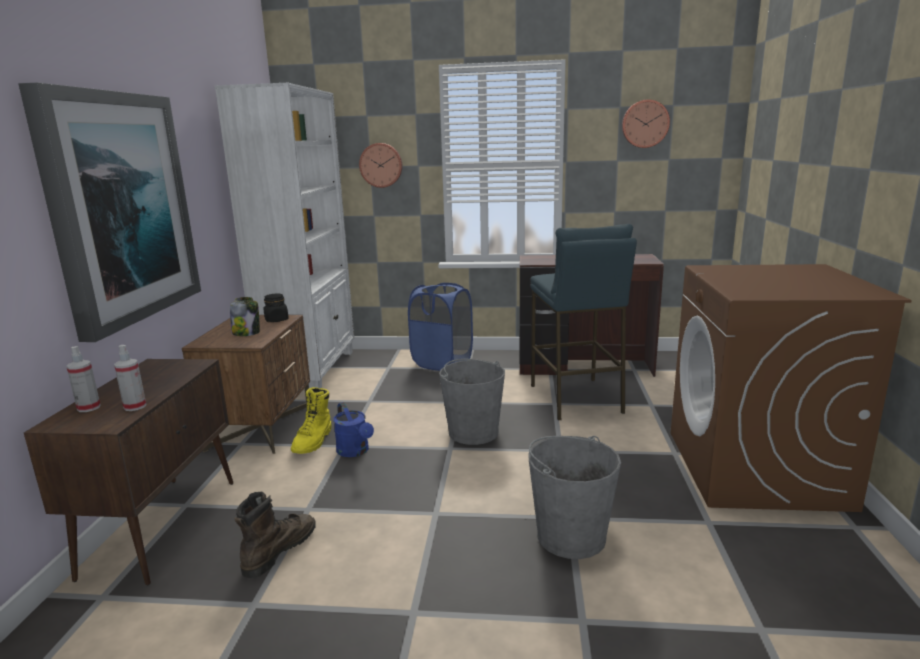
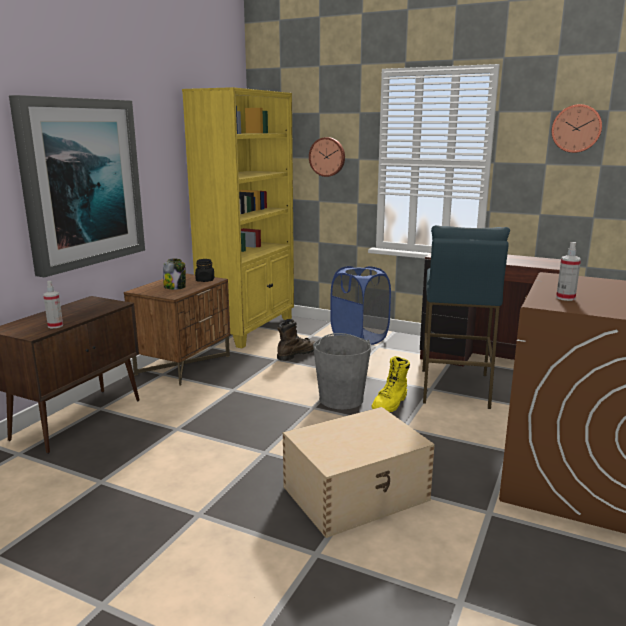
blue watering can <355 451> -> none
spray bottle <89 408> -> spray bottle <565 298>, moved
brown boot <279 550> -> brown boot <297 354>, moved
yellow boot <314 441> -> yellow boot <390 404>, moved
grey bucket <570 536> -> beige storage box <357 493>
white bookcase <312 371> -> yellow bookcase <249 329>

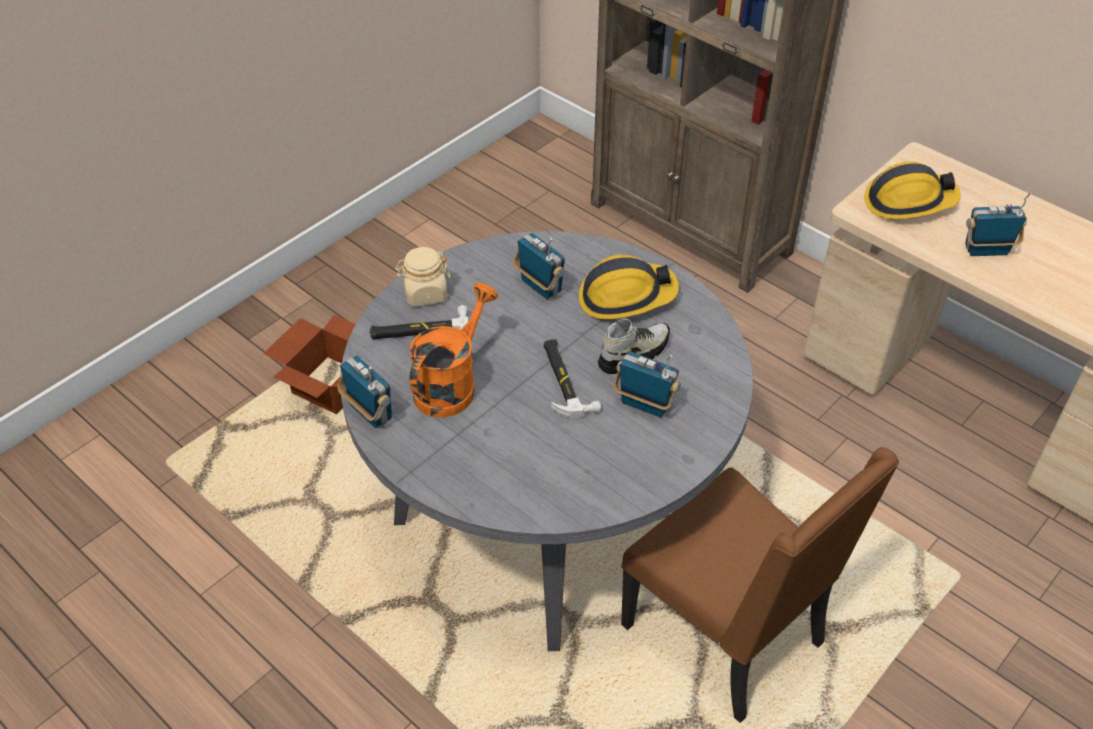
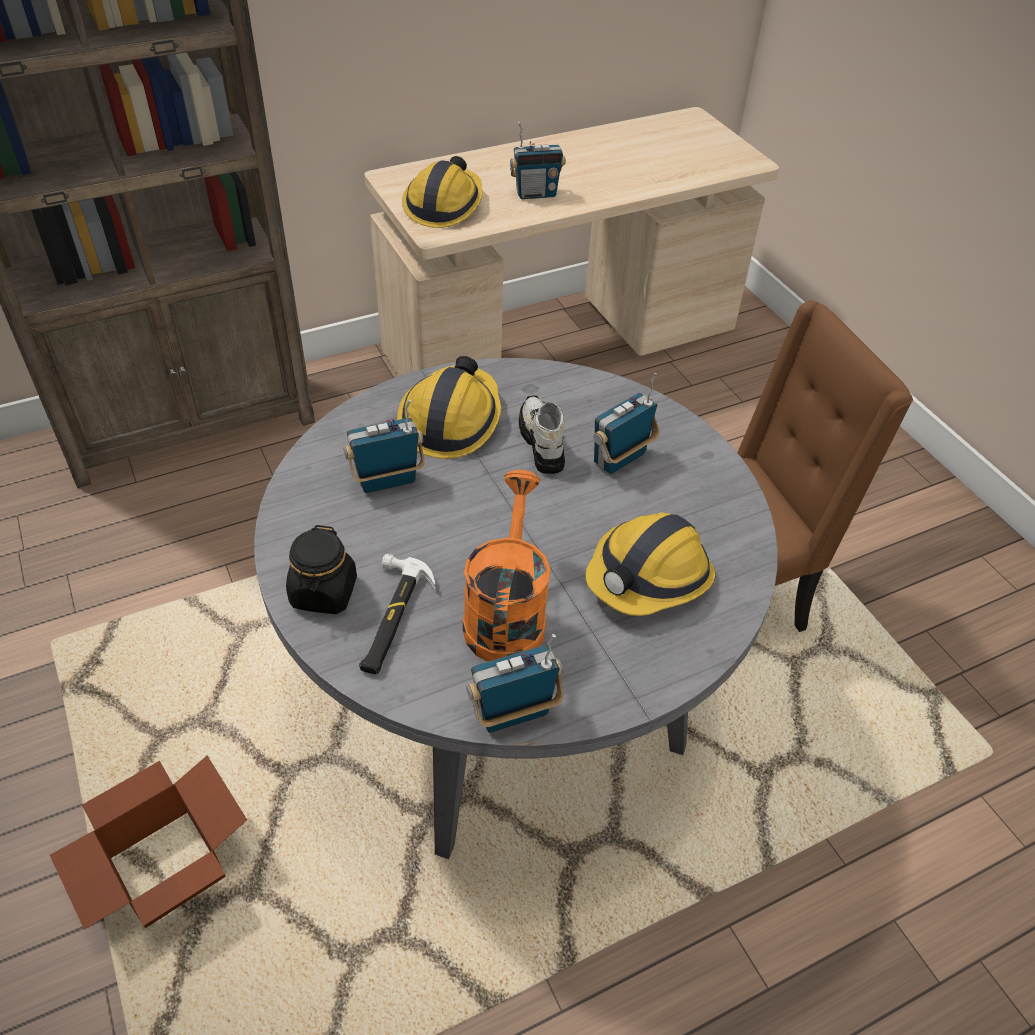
hammer <564 380> -> none
none -> hard hat <648 577>
beige jar <425 293> -> black jar <324 593>
orange watering can <451 384> -> orange watering can <505 613>, 45 degrees clockwise
radio <986 251> -> radio <536 194>, 120 degrees counterclockwise

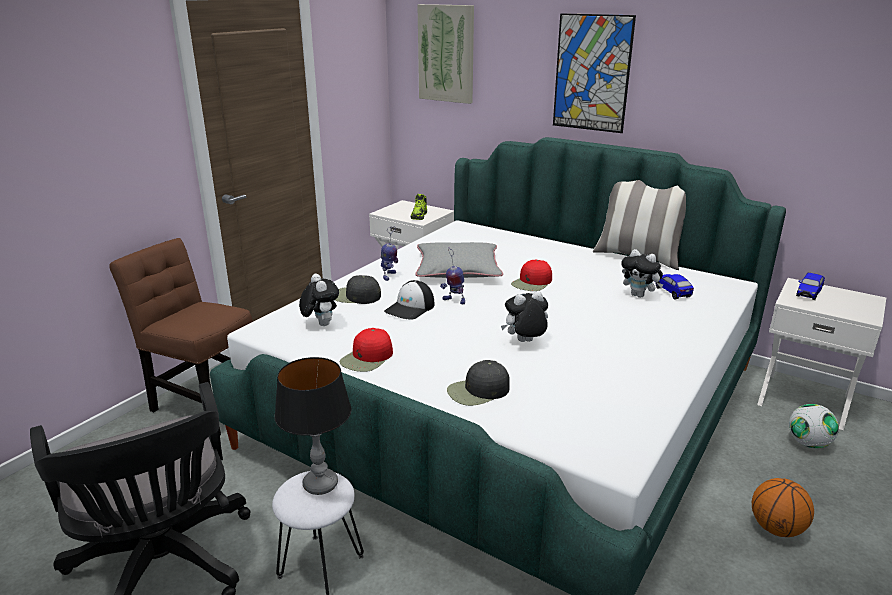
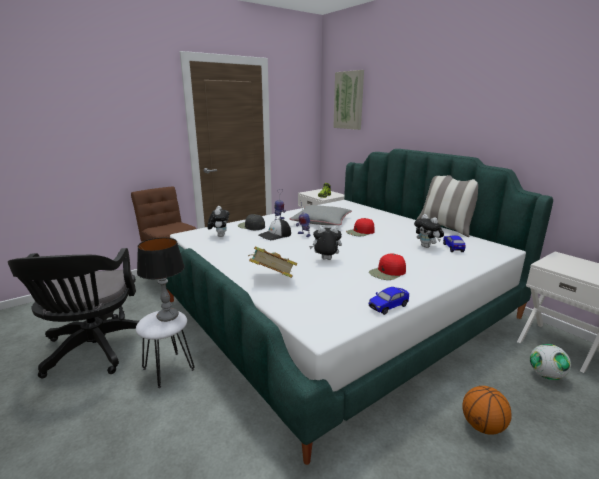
picture <592 73> -> none
red cap <367 358> -> red cap <387 272>, moved
toy car <808 293> -> toy car <388 306>, moved
black cap <478 391> -> book <272 279>

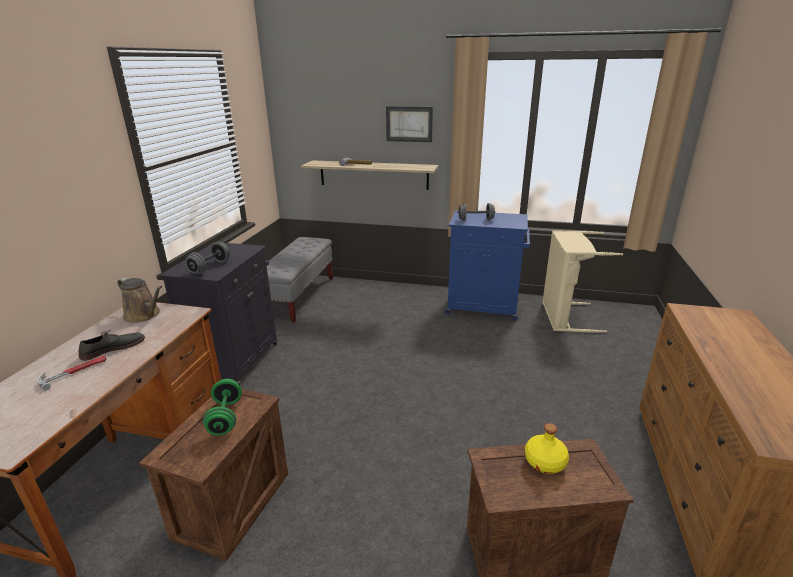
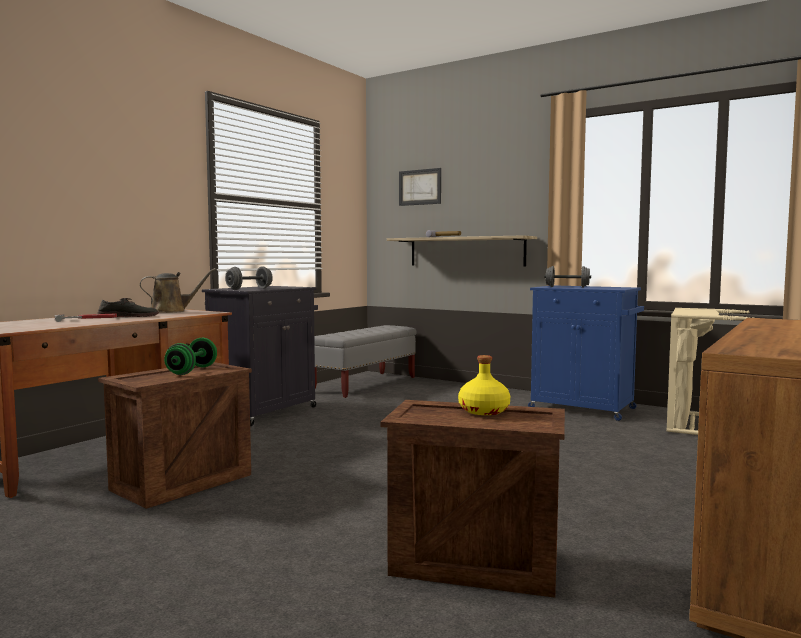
picture <409 124> -> picture <420 187>, moved
brown watering can <144 315> -> brown watering can <172 311>, 75 degrees counterclockwise

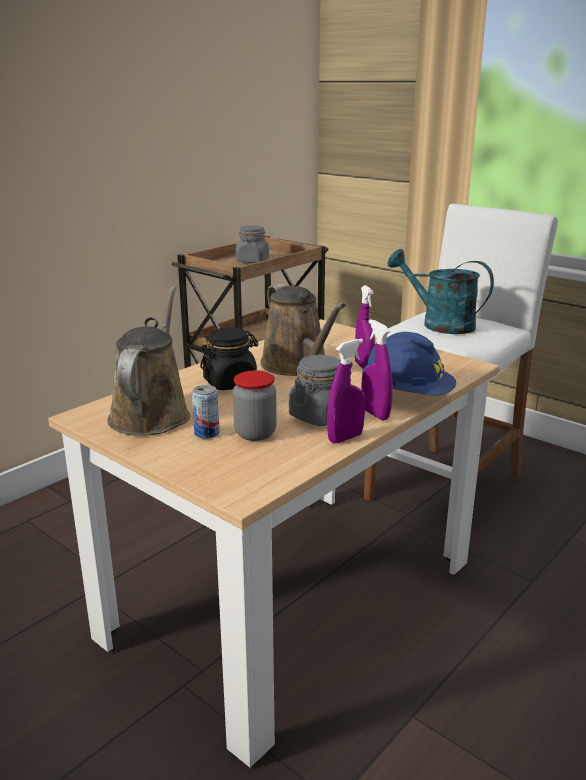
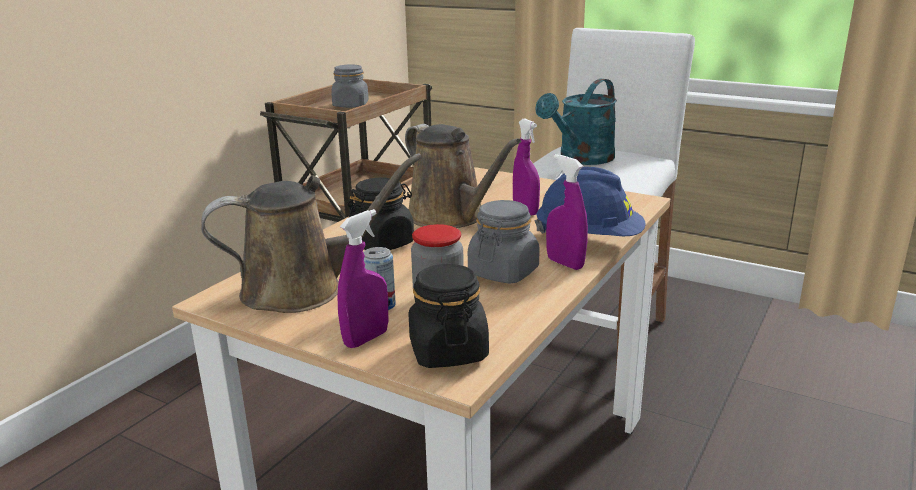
none -> black jar <448 351>
purple spray bottle <345 438> -> purple spray bottle <366 339>, moved
brown watering can <152 414> -> brown watering can <303 289>, 75 degrees clockwise
turquoise watering can <439 324> -> turquoise watering can <581 159>, 75 degrees counterclockwise

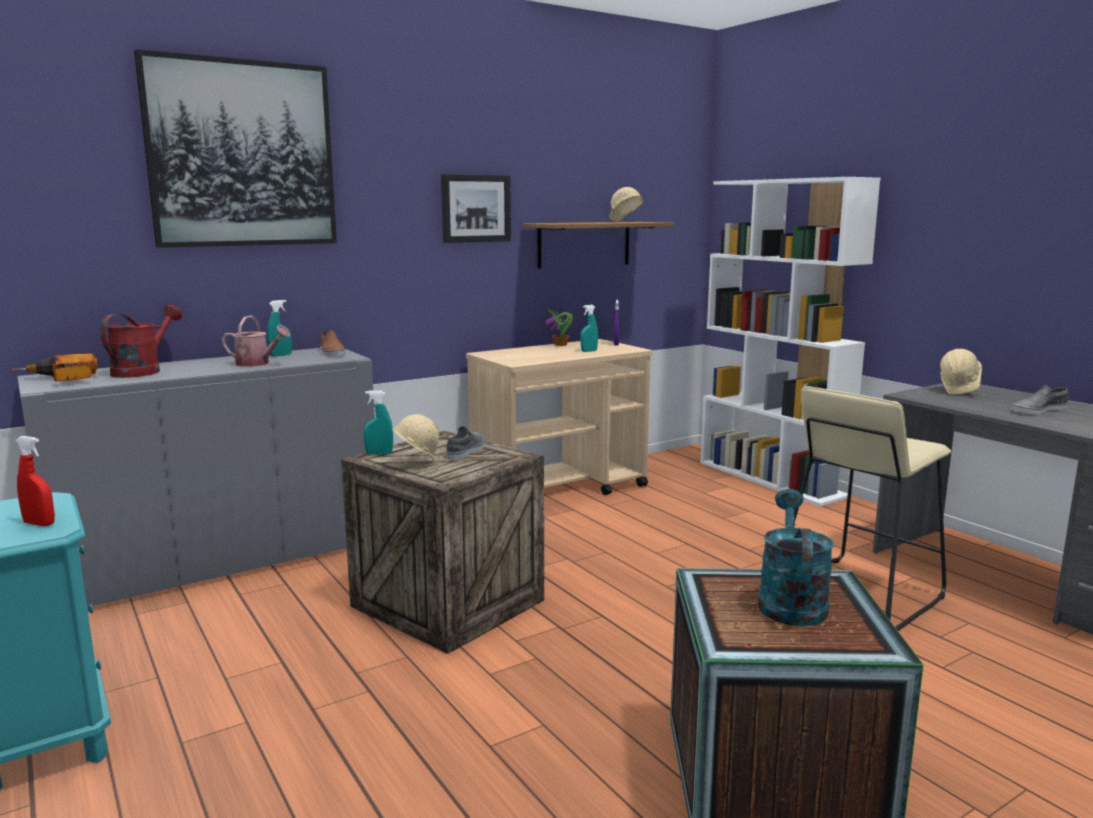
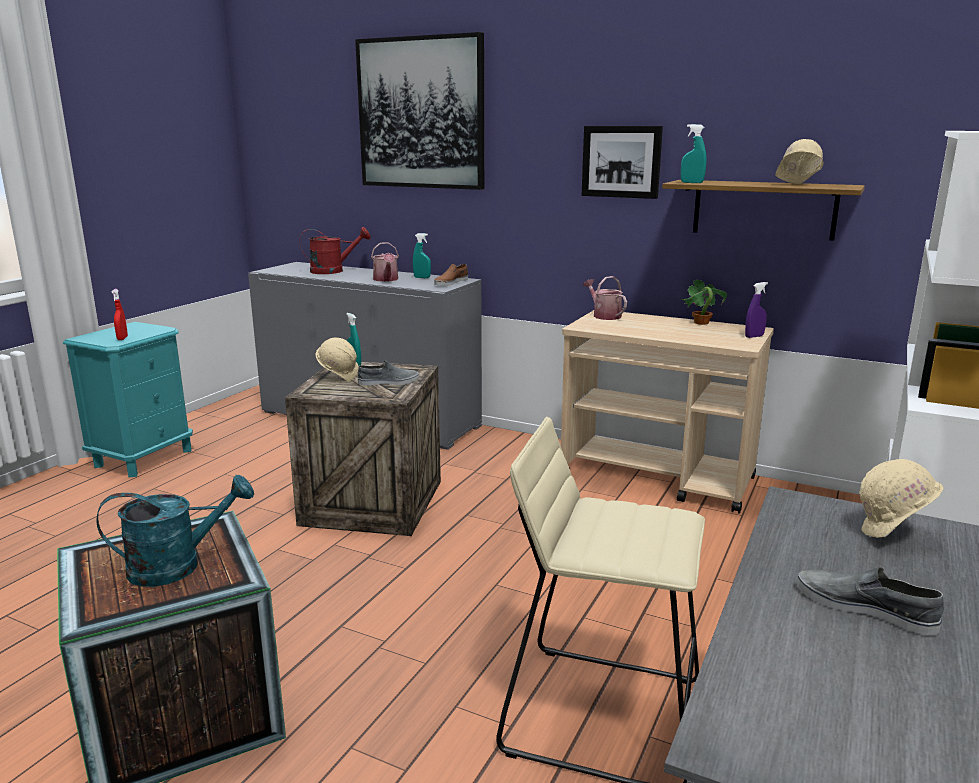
power drill <61 380> -> none
none -> watering can <604 315>
turquoise spray bottle <589 351> -> turquoise spray bottle <692 183>, moved

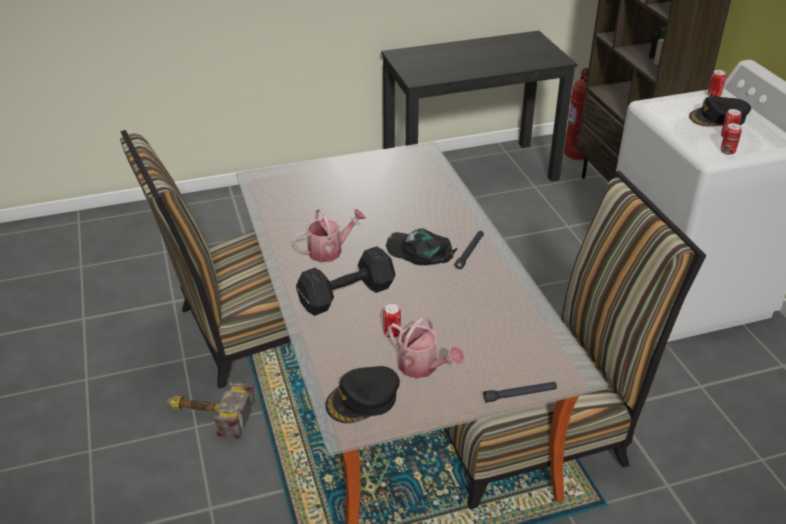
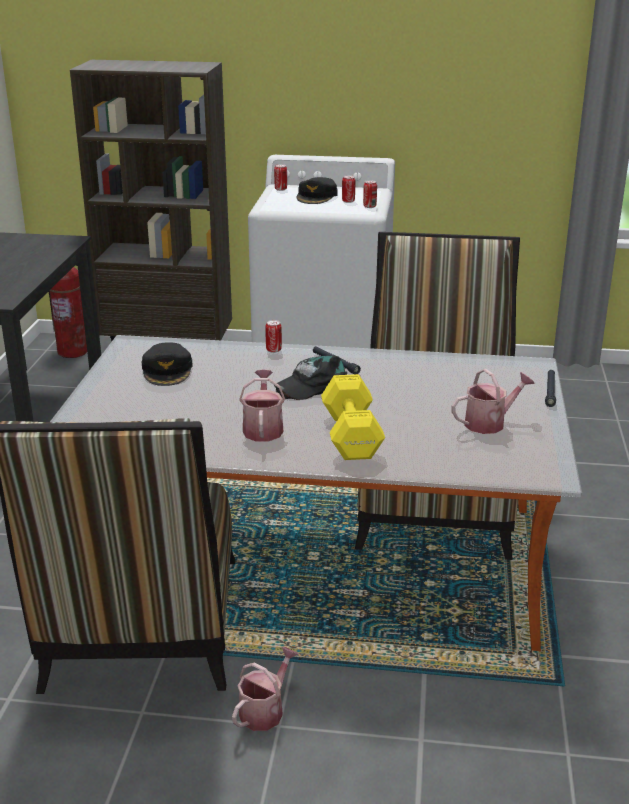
black cap <363 400> -> black cap <168 370>, moved
can <392 333> -> can <273 350>, moved
hammer <207 414> -> watering can <265 710>
black dumbbell <344 295> -> yellow dumbbell <350 436>

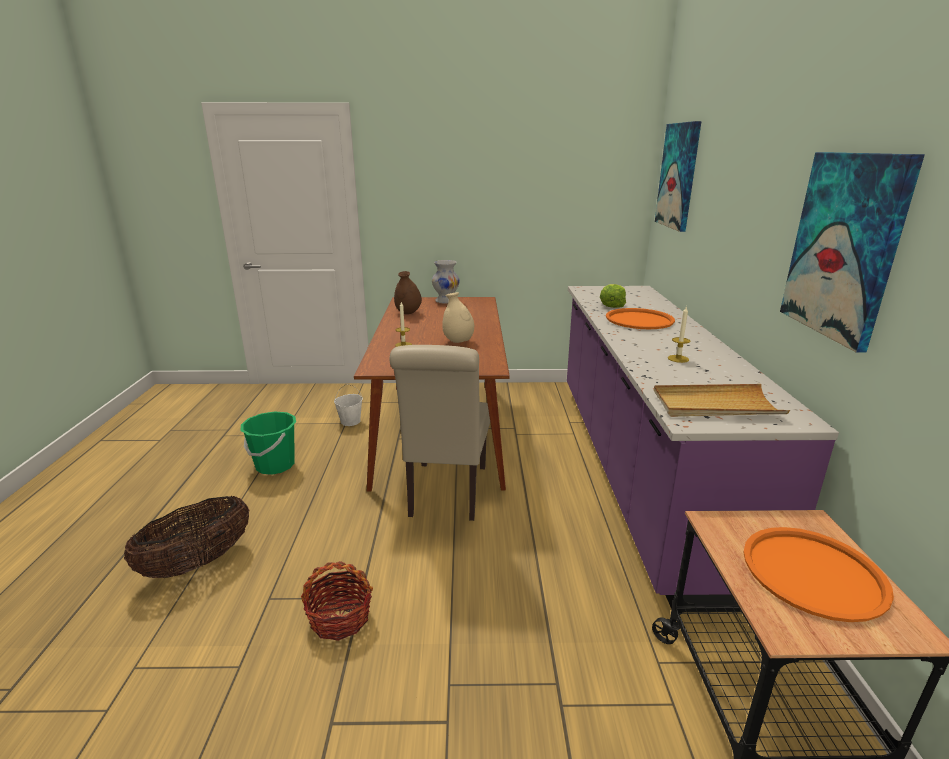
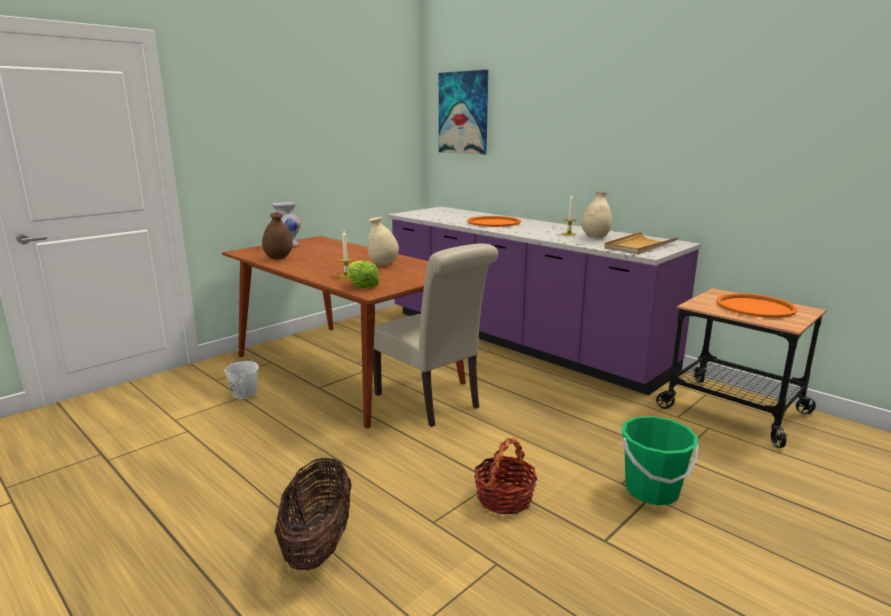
picture <844 246> -> none
none -> beige vase <595 237>
green bucket <275 465> -> green bucket <651 491>, moved
lettuce <612 305> -> lettuce <361 286>, moved

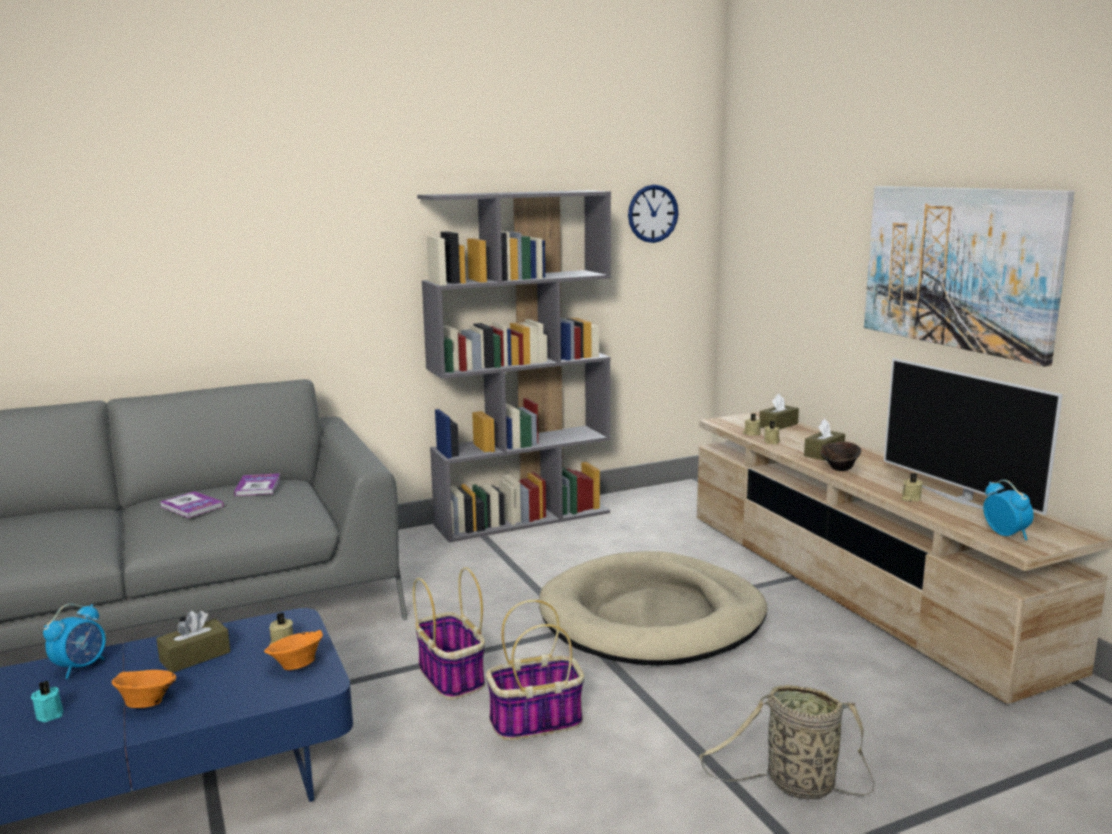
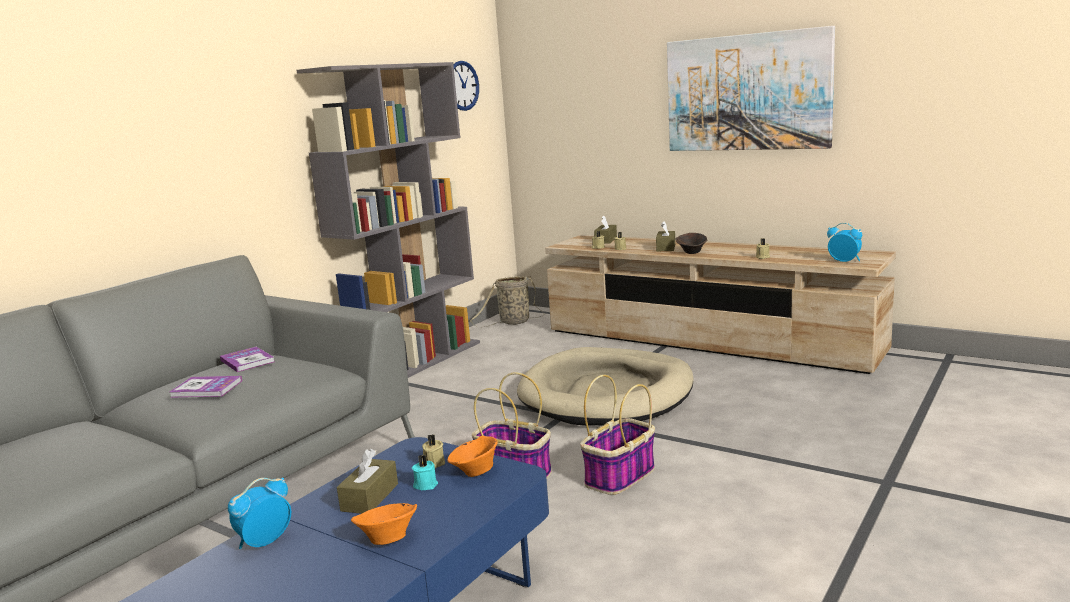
television <962 500> -> none
turquoise candle <50 714> -> turquoise candle <425 484>, moved
basket <795 785> -> basket <512 322>, moved
alarm clock <81 667> -> alarm clock <264 542>, 135 degrees counterclockwise

